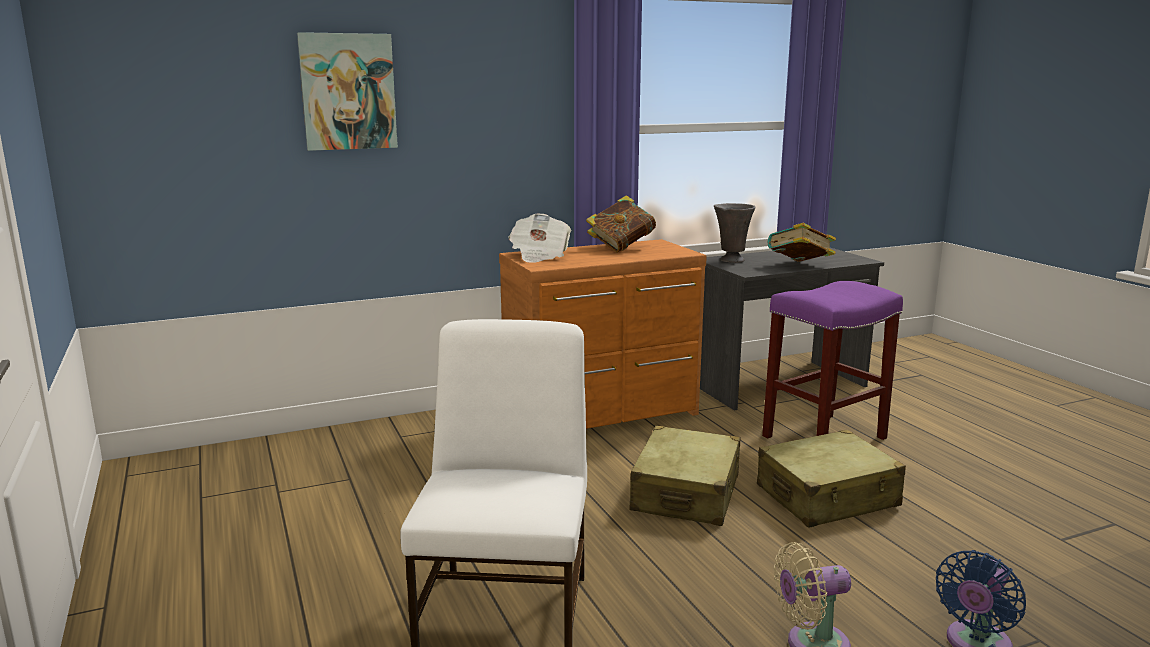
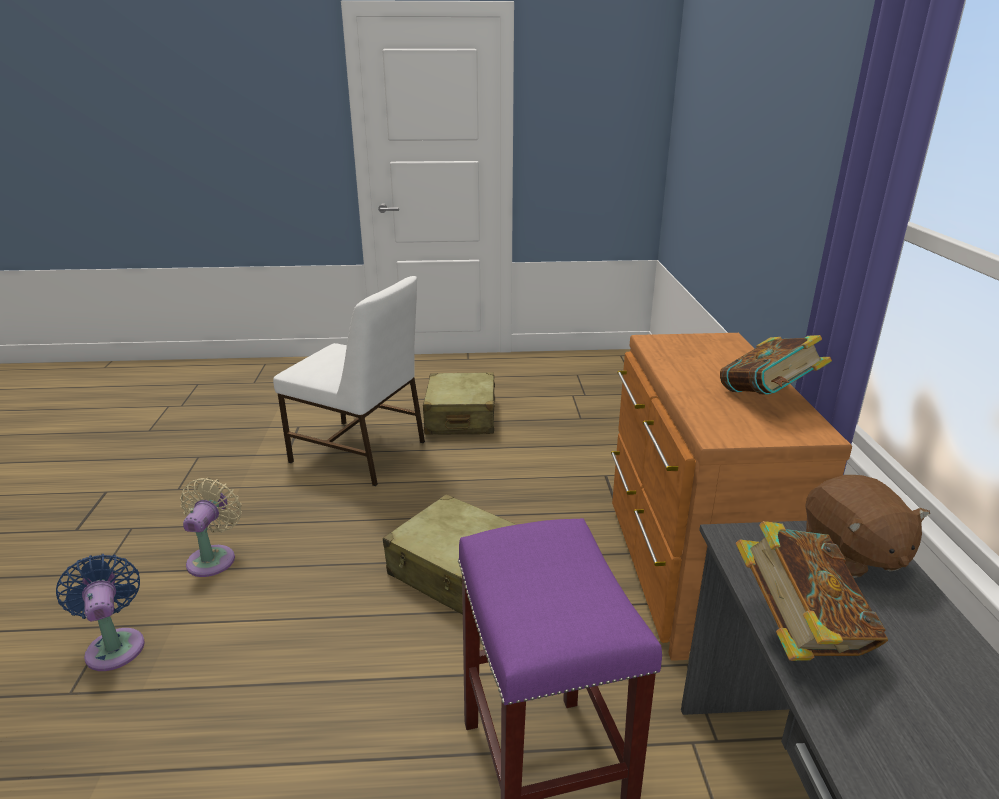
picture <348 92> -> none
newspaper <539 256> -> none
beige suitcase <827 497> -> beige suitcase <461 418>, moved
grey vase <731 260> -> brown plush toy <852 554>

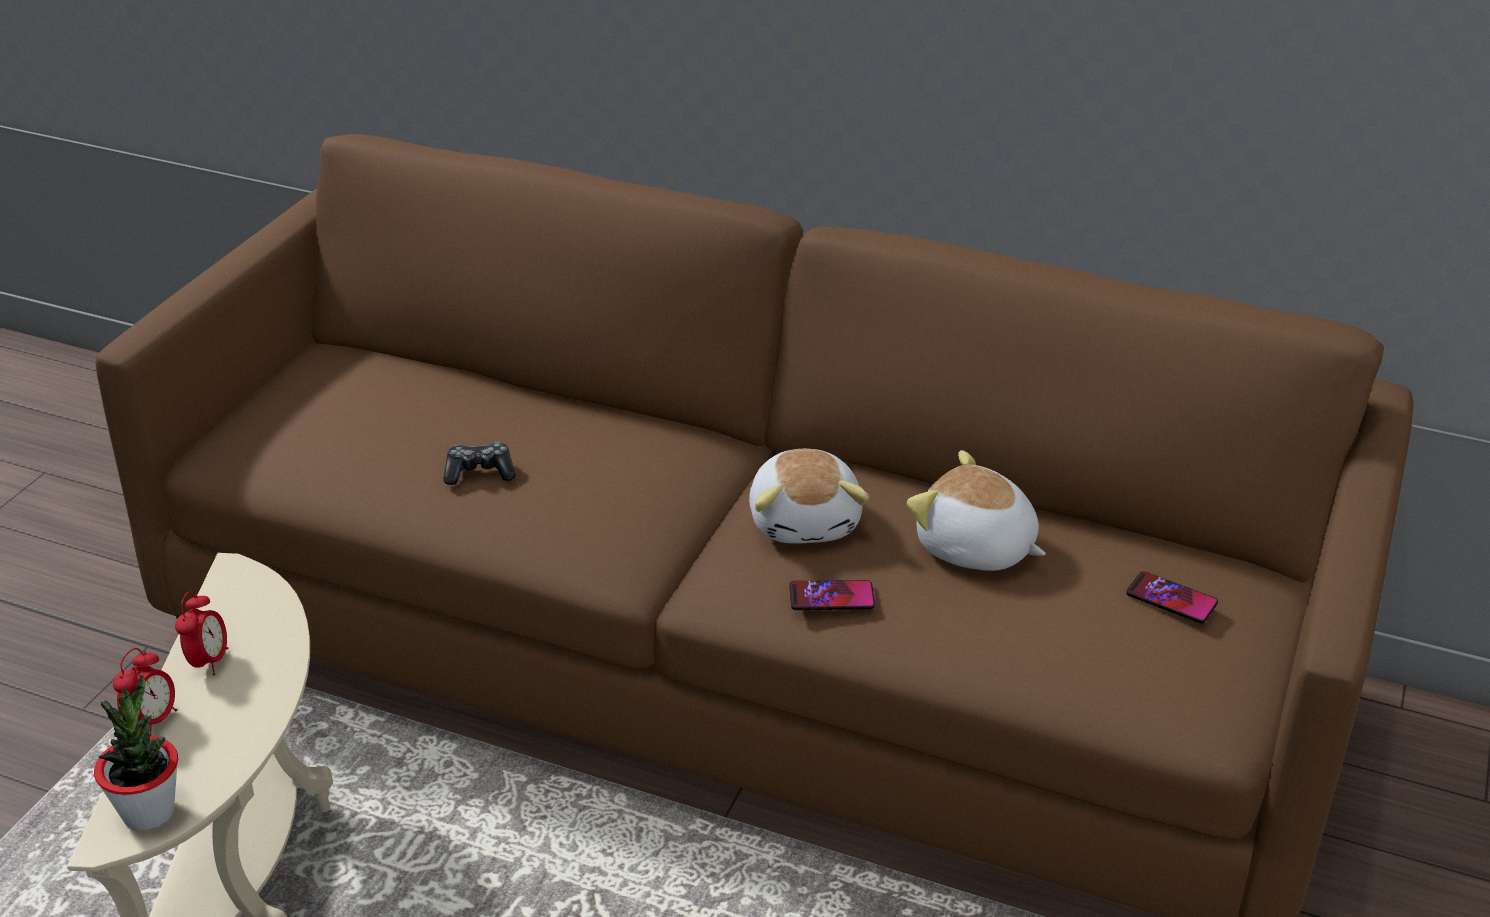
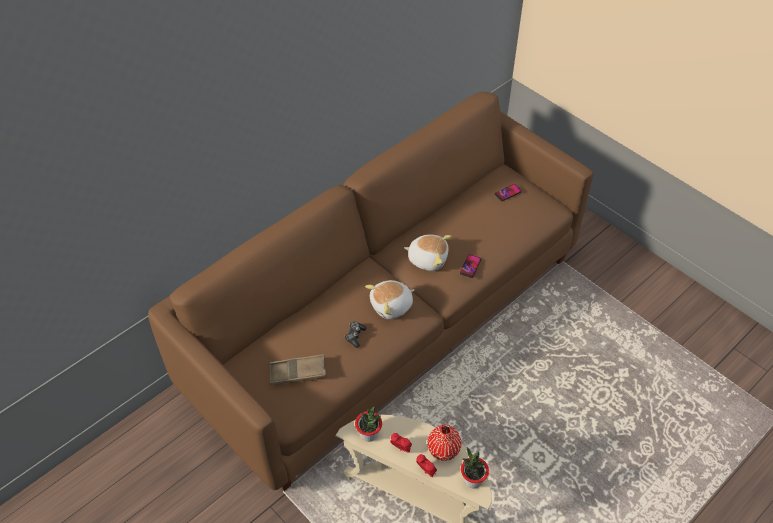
none -> brown tray <298 372>
none -> potted plant <369 434>
none -> red vase <443 450>
plush toy <975 549> -> plush toy <392 306>, moved

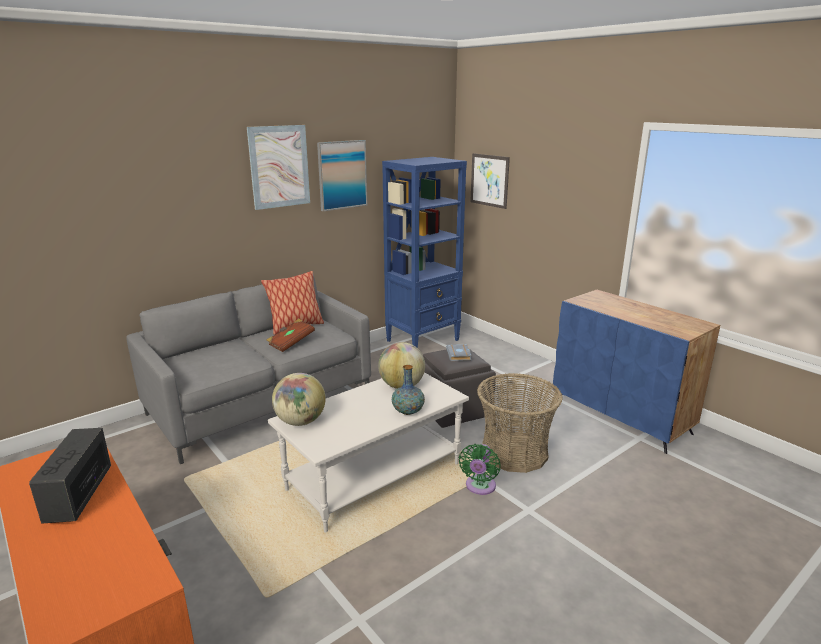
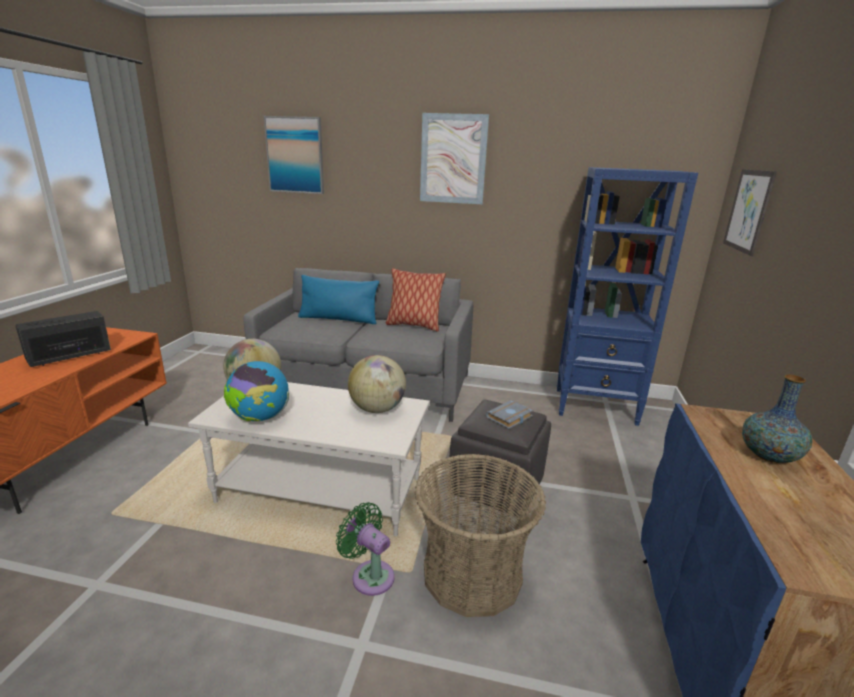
brown book <291 343> -> none
none -> globe <260 418>
none -> blue pillow <338 319>
picture <342 175> -> picture <295 155>, moved
vase <408 411> -> vase <768 456>, moved
green fan <479 487> -> green fan <370 575>, 60 degrees clockwise

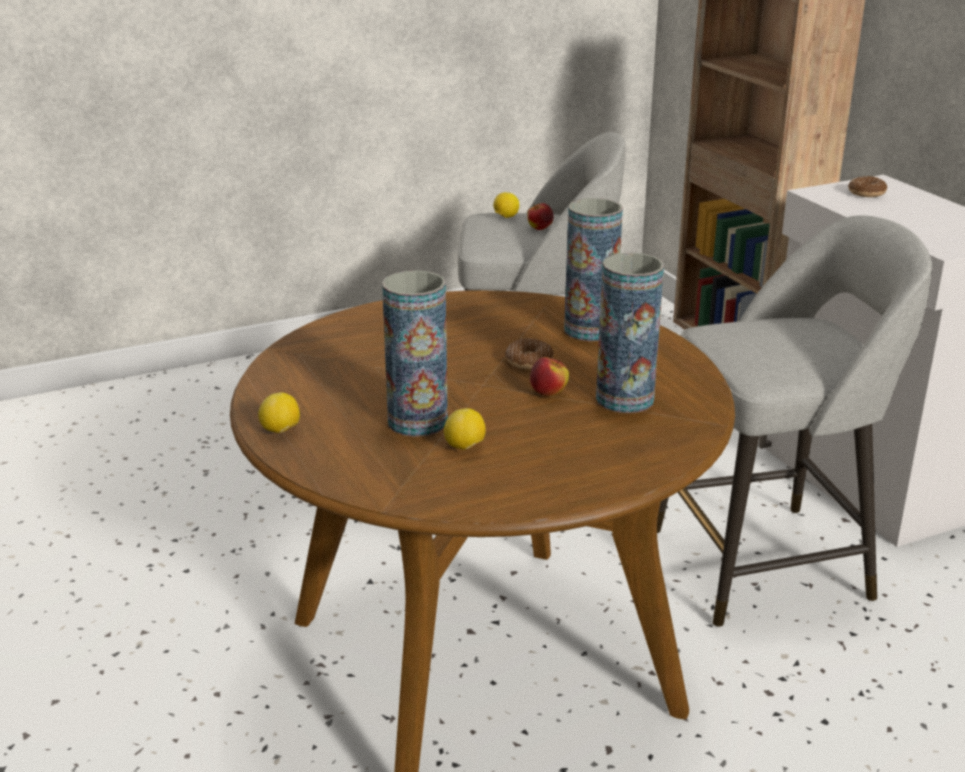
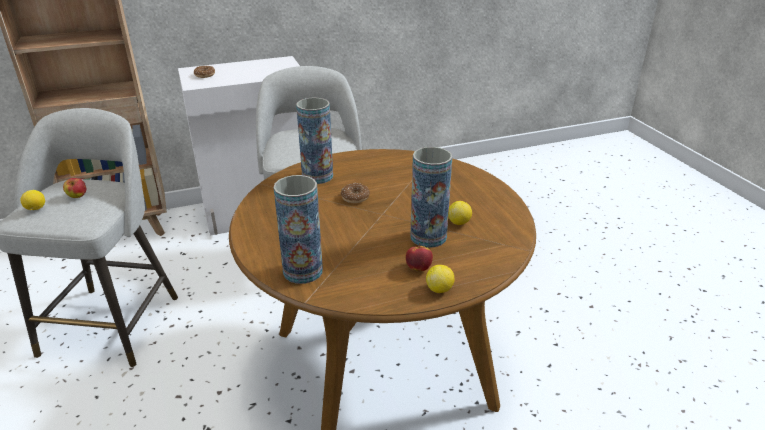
apple <548 393> -> apple <418 268>, moved
vase <624 399> -> vase <303 271>, moved

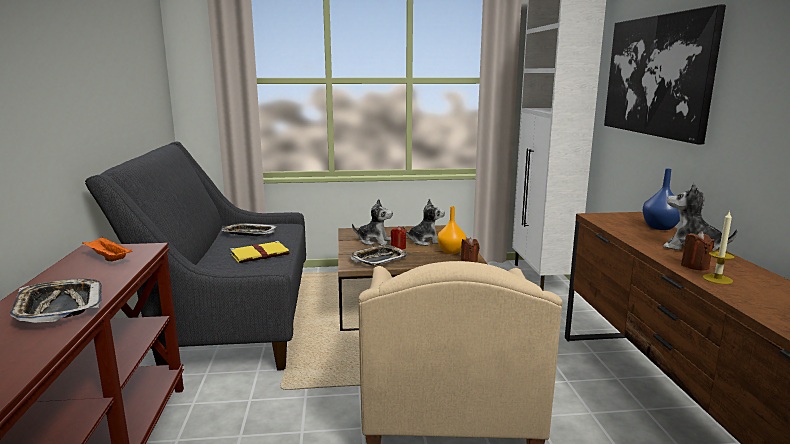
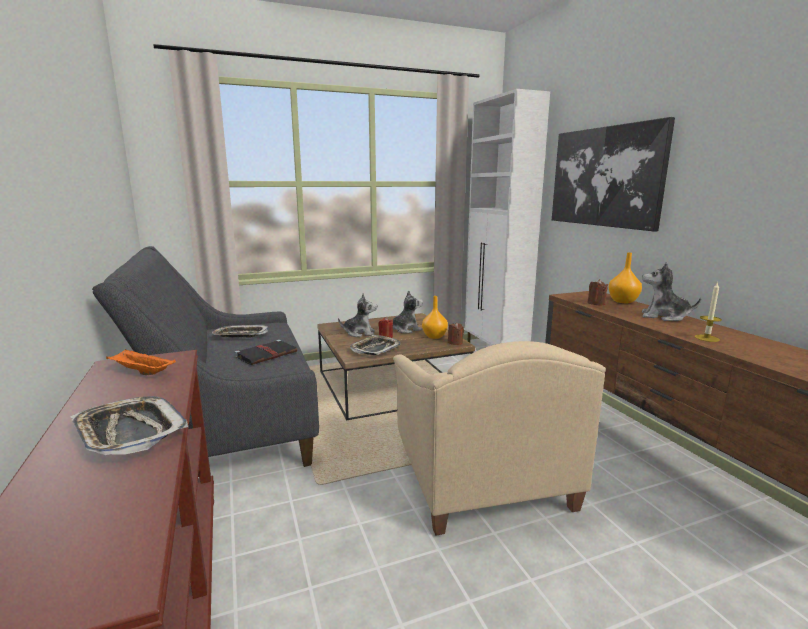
brown candle <695 266> -> brown candle <596 303>, moved
yellow book <260 254> -> black book <267 354>
blue vase <659 227> -> orange vase <622 301>

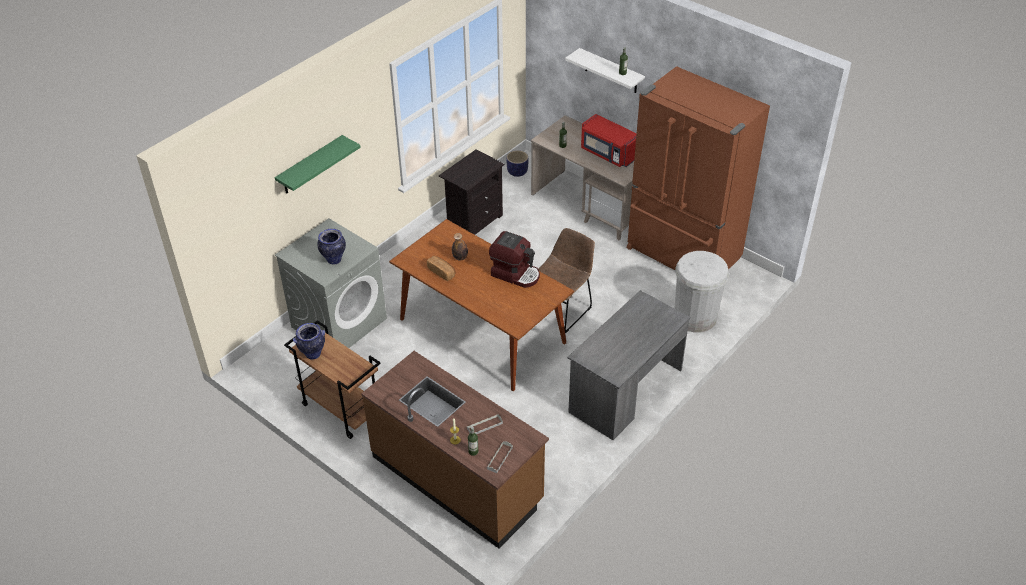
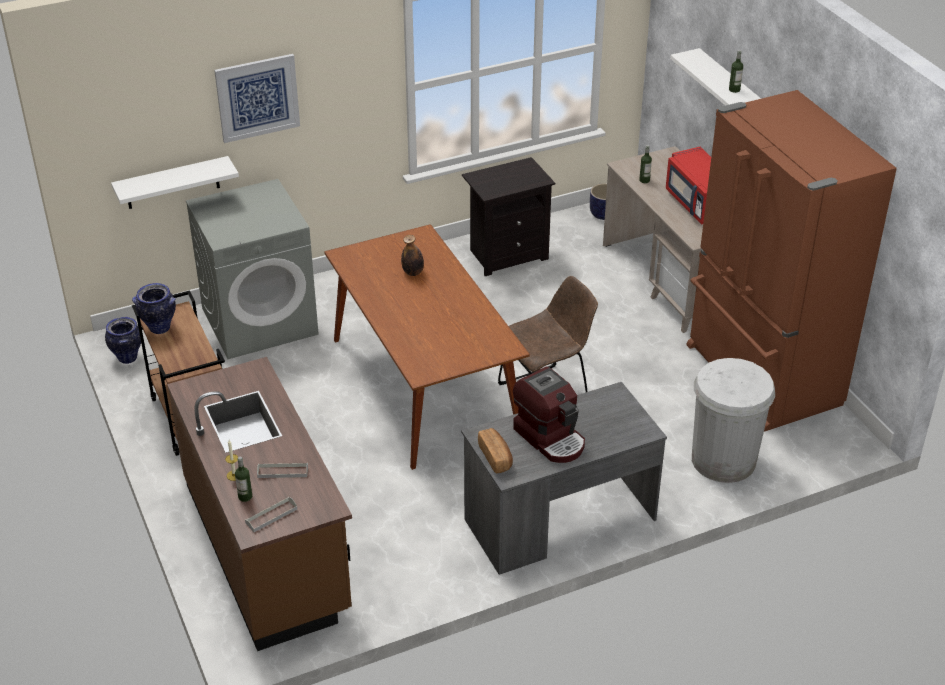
none -> white shelf <172 183>
vase <333 260> -> vase <127 358>, moved
bread <442 272> -> bread <496 457>, moved
coffee machine <515 274> -> coffee machine <551 438>, moved
green shelf <310 165> -> picture <257 97>

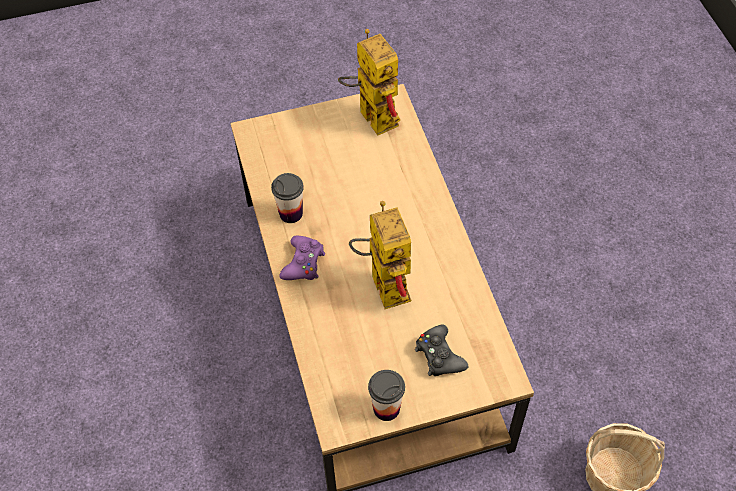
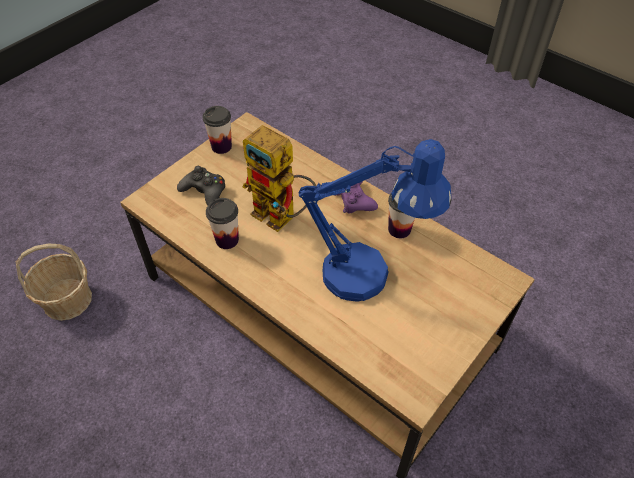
toy robot <370 114> -> none
none -> cup <227 240>
none -> blue table lamp <369 275>

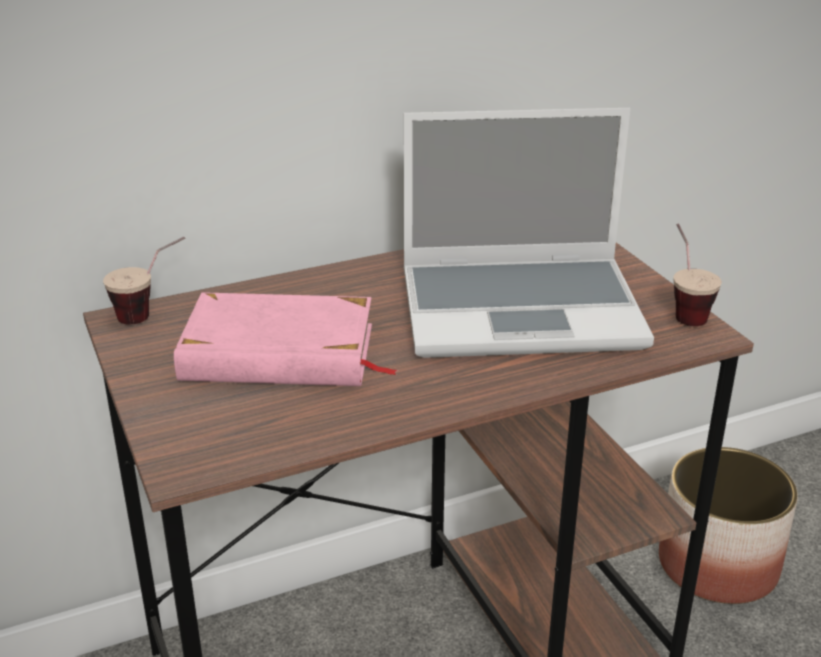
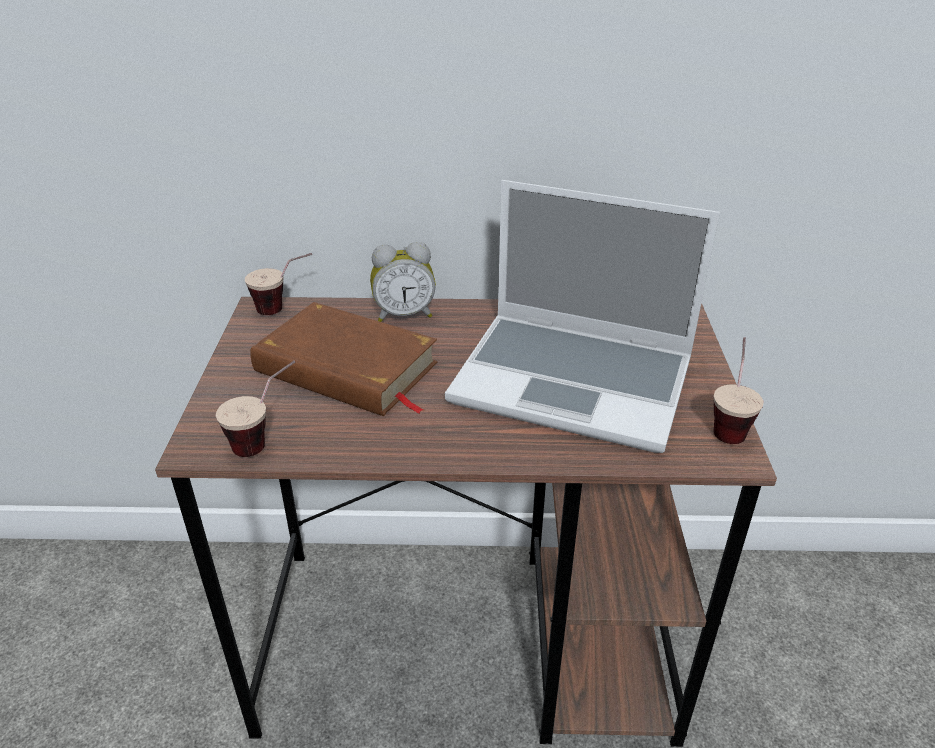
planter <717 564> -> none
none -> cup <266 439>
none -> alarm clock <404 314>
pink book <279 353> -> brown book <346 368>

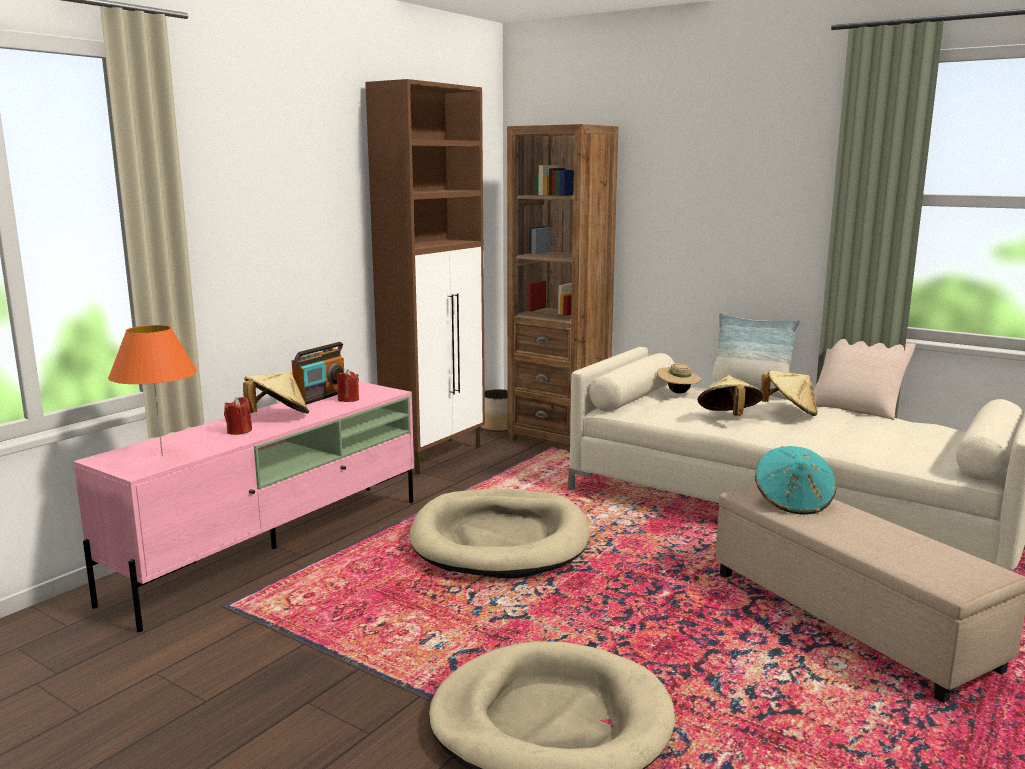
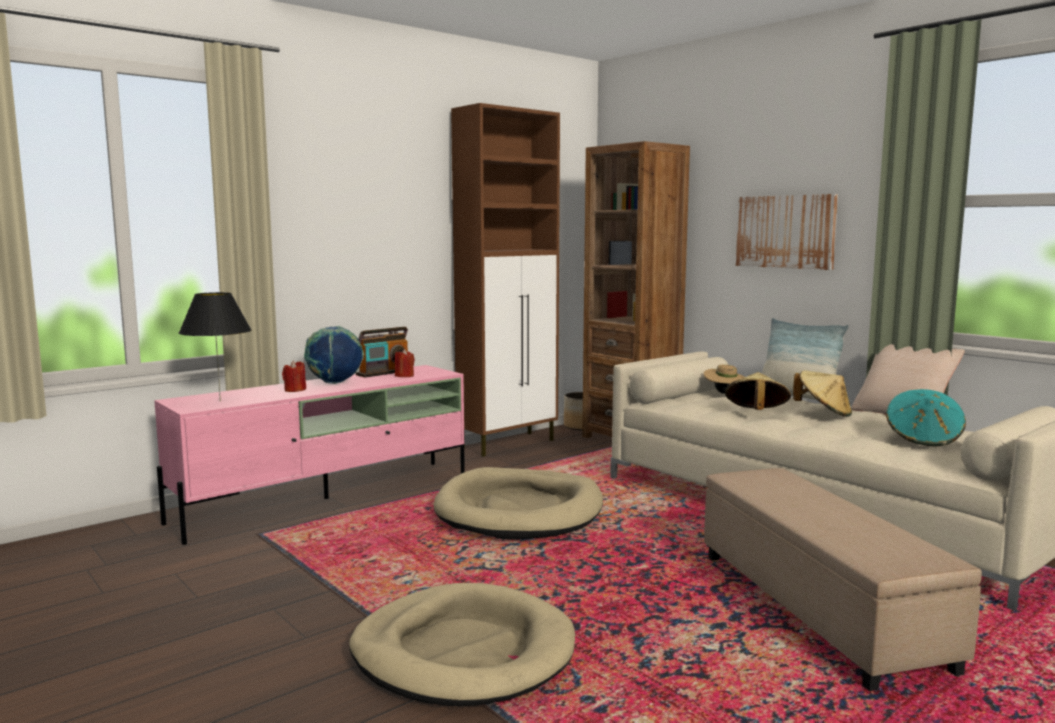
none -> picture <785 231>
turquoise hat <793 502> -> turquoise hat <923 439>, moved
beige hat <277 417> -> globe <334 383>
orange table lamp <162 456> -> black table lamp <220 401>

